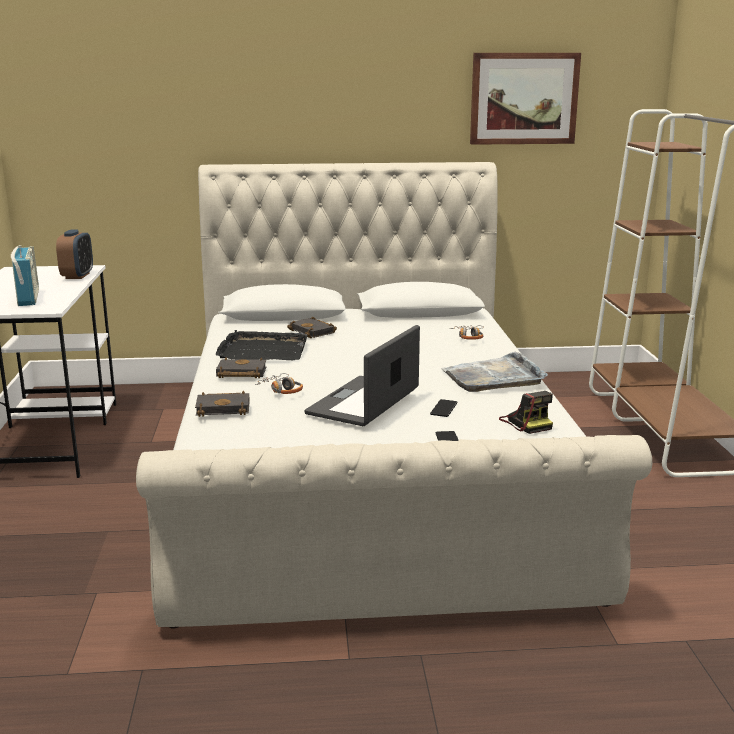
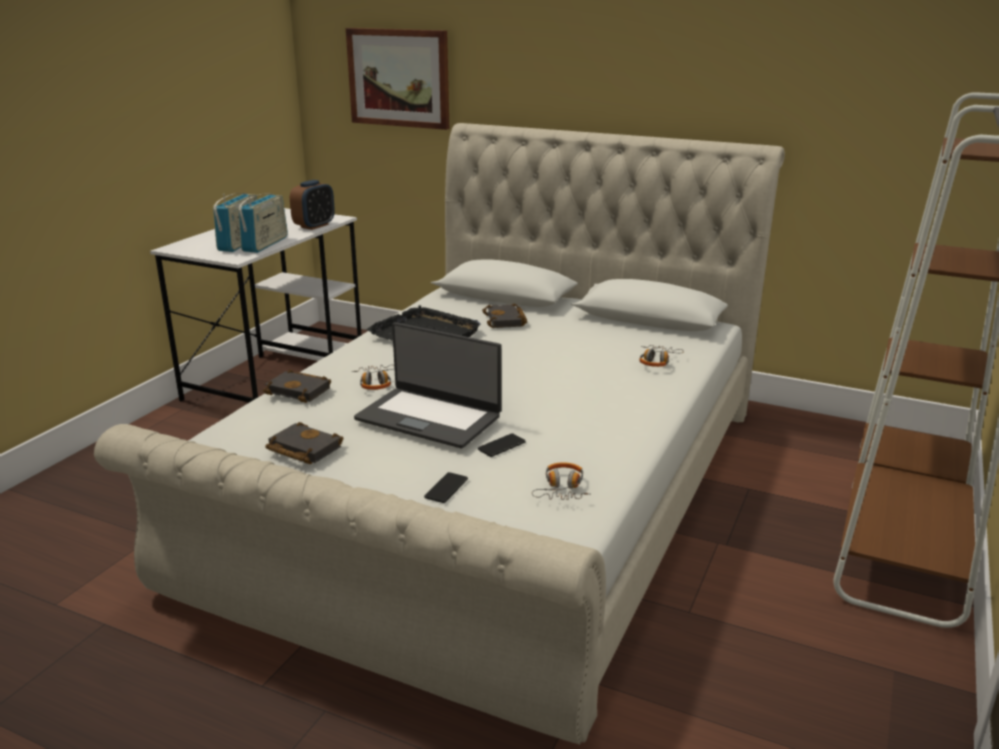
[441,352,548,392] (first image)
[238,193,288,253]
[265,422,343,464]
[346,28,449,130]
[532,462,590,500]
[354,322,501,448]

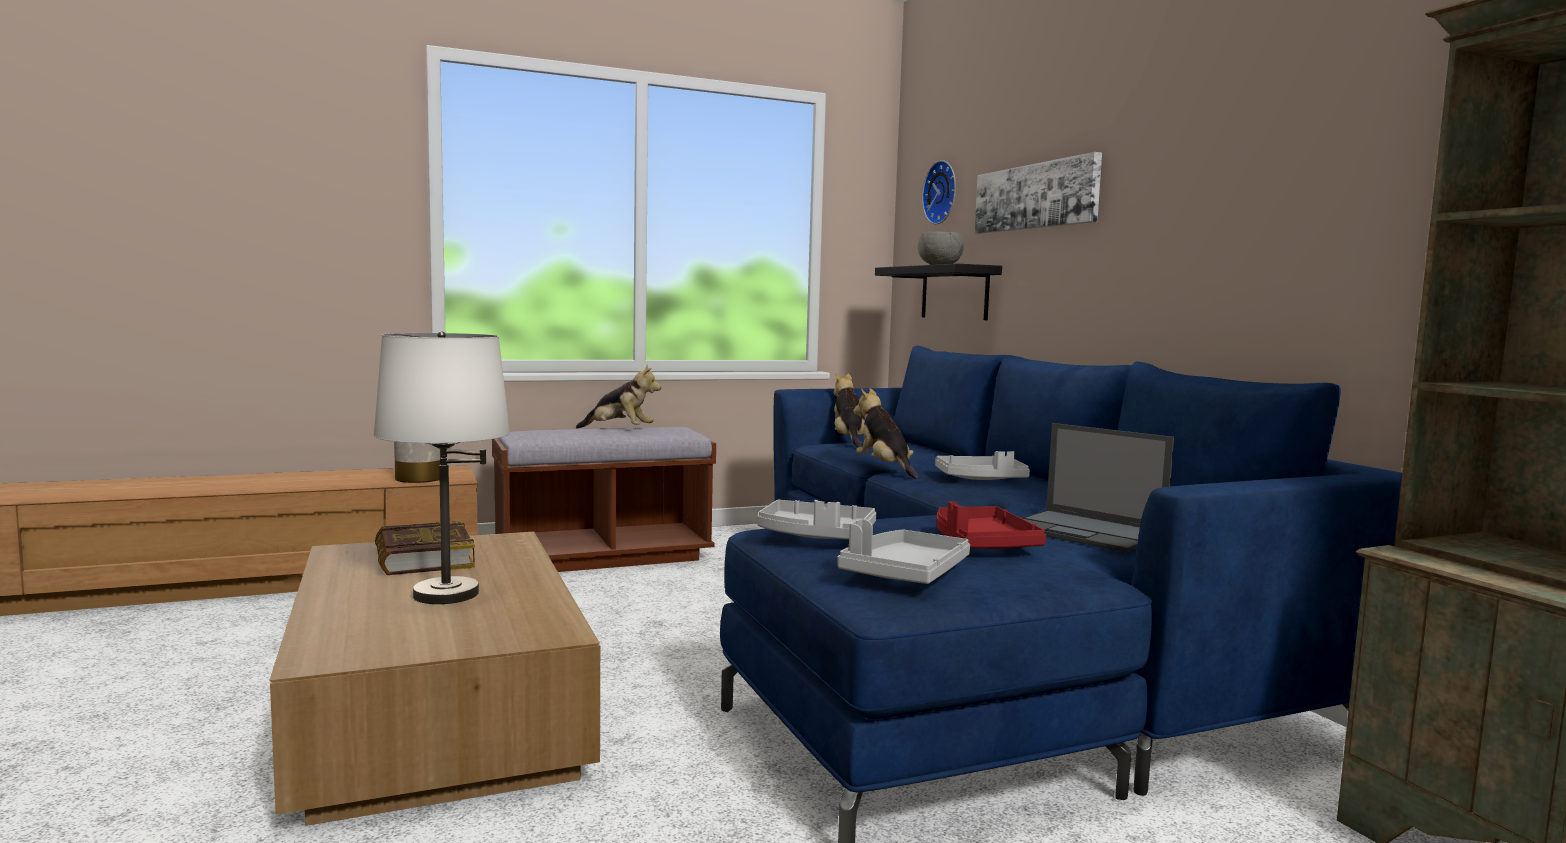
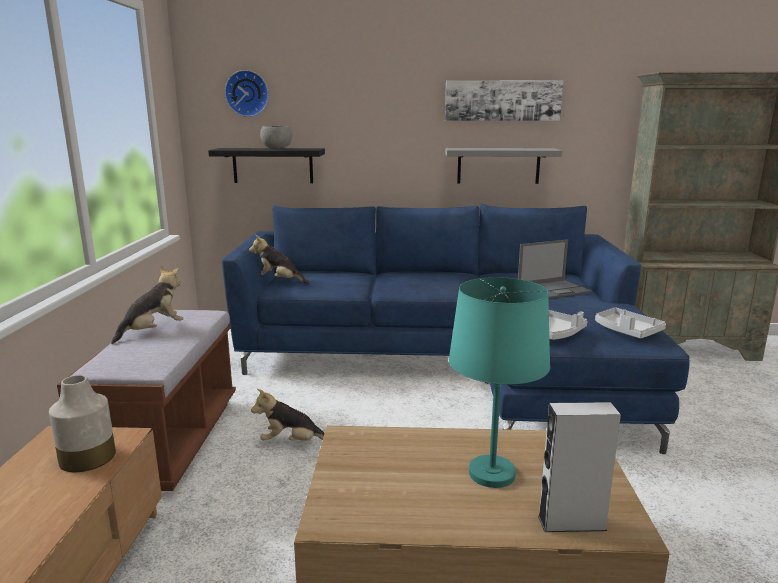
[375,520,475,575] (first image)
[935,451,1030,480] (first image)
[936,501,1046,549] (first image)
[445,148,562,184]
[538,402,621,532]
[251,389,324,441]
[445,80,563,121]
[449,277,550,488]

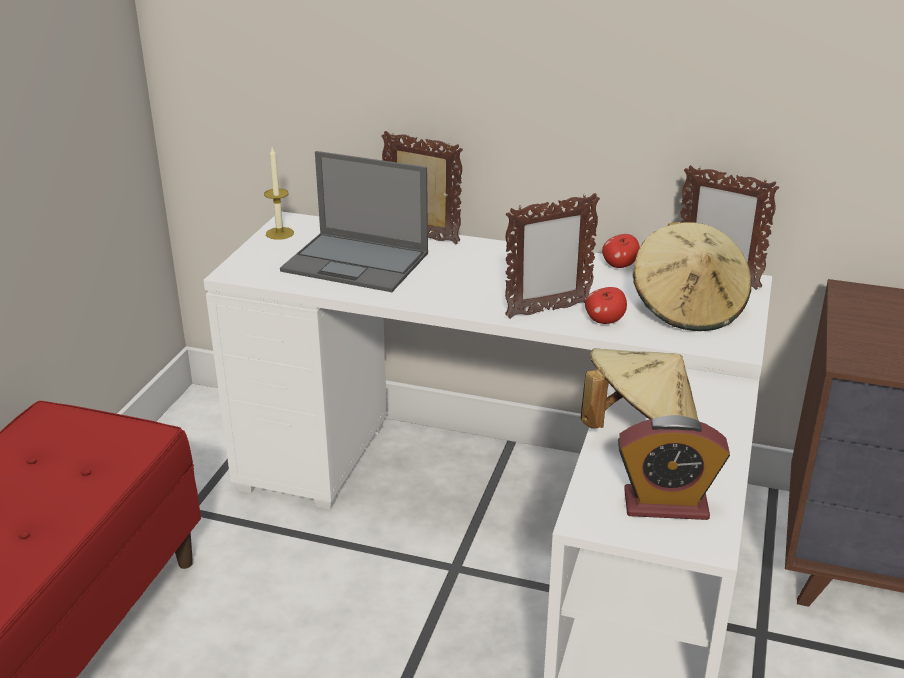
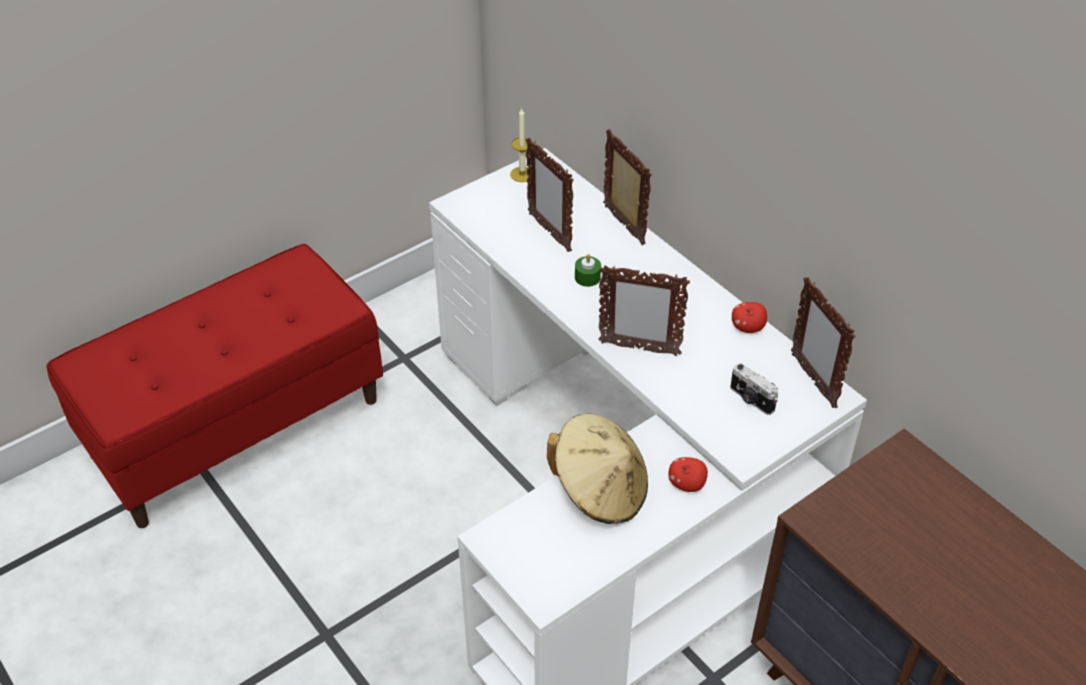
[618,415,730,520] (first image)
[575,254,601,287]
[668,457,708,492]
[526,138,574,252]
[730,363,778,415]

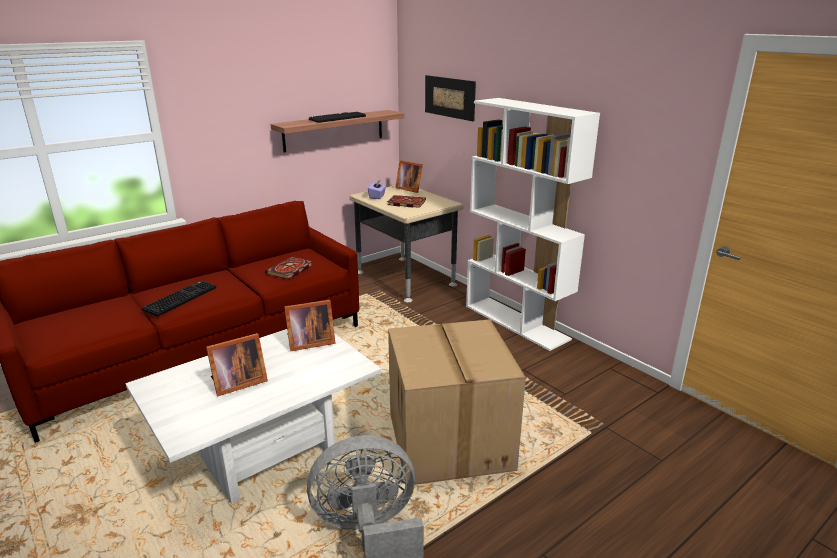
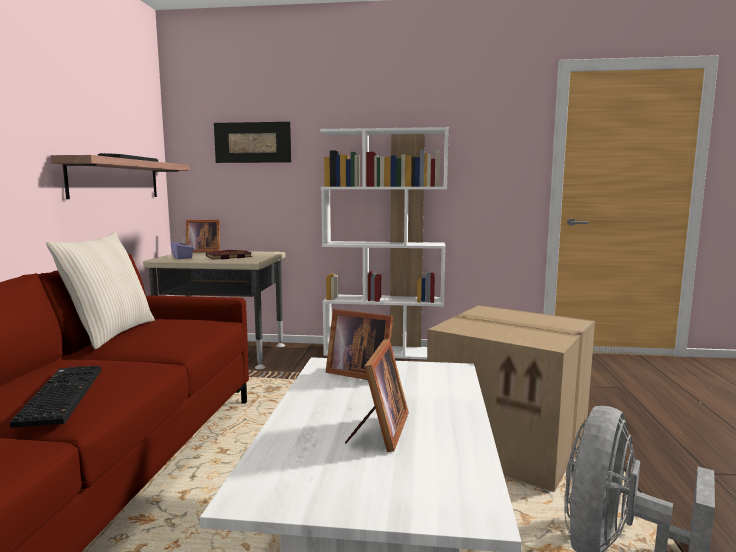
[265,257,313,279] (first image)
[46,232,155,349]
[326,309,393,380]

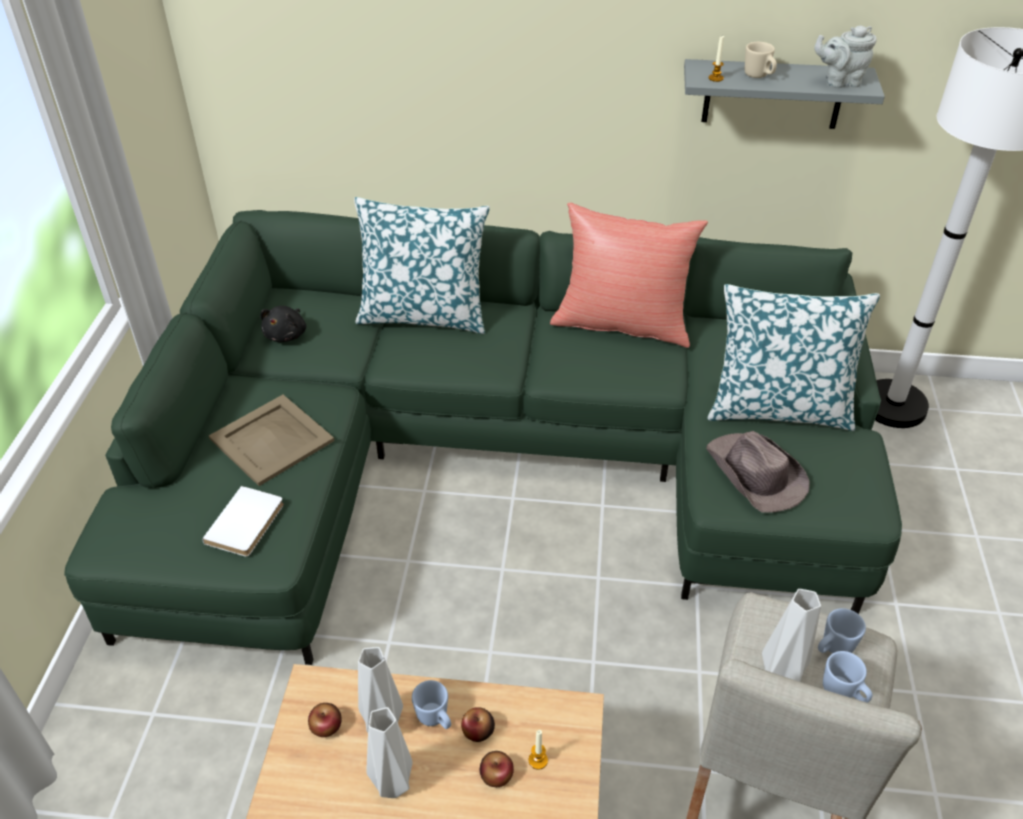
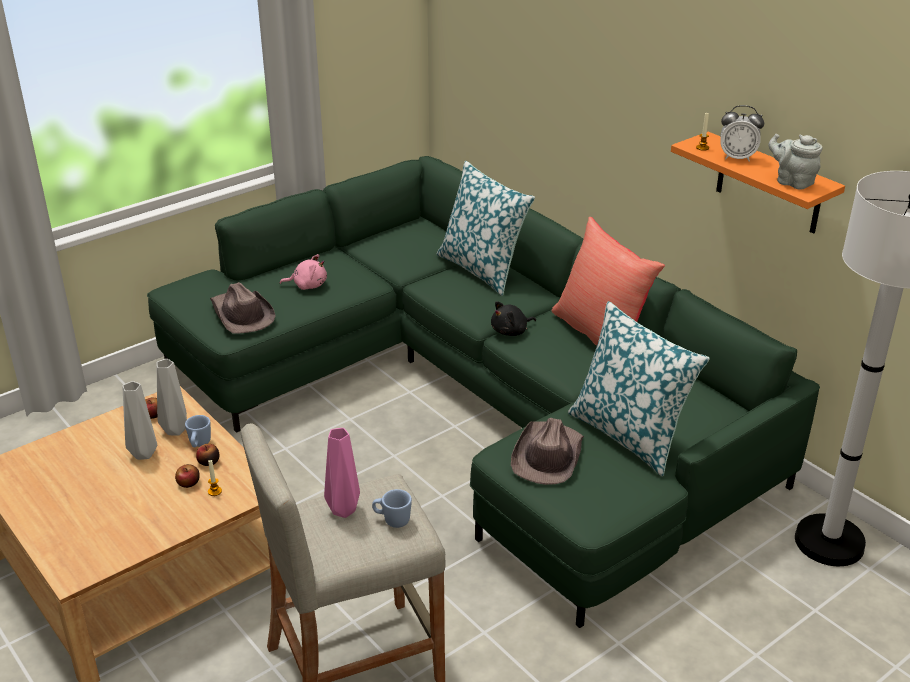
[823,651,873,703] (first image)
[491,301,536,336]
[210,282,276,333]
[280,254,327,290]
[720,105,764,162]
[671,132,845,234]
[324,428,360,518]

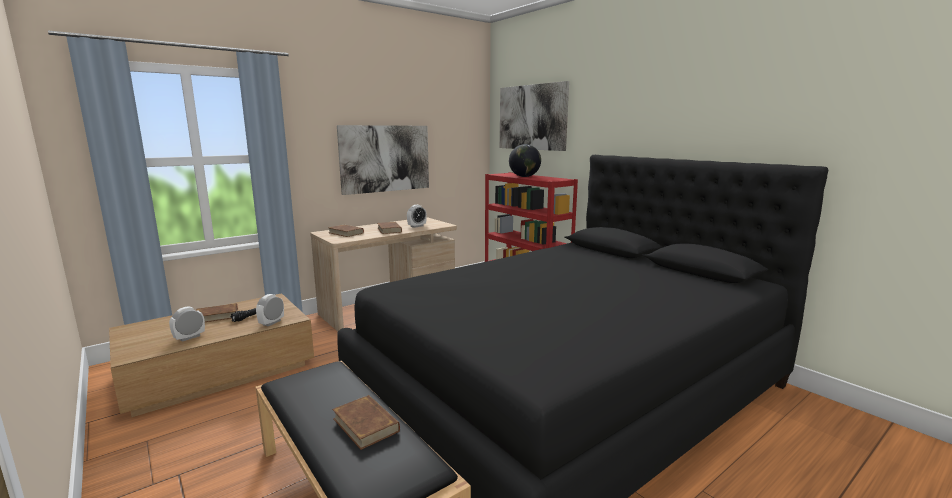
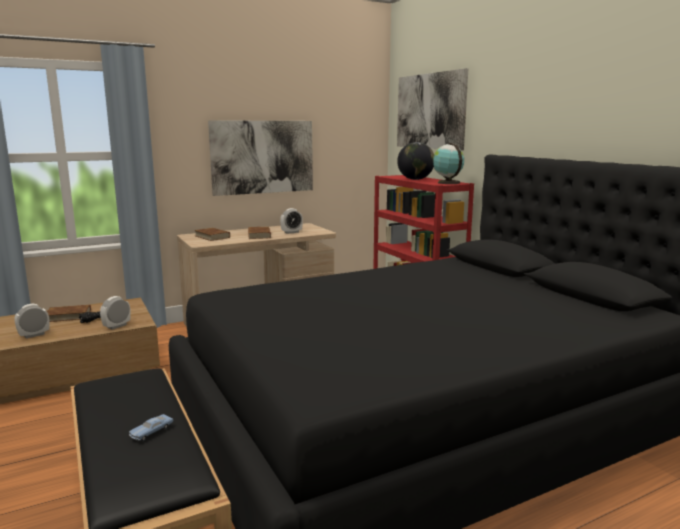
[433,143,464,184]
[129,414,174,441]

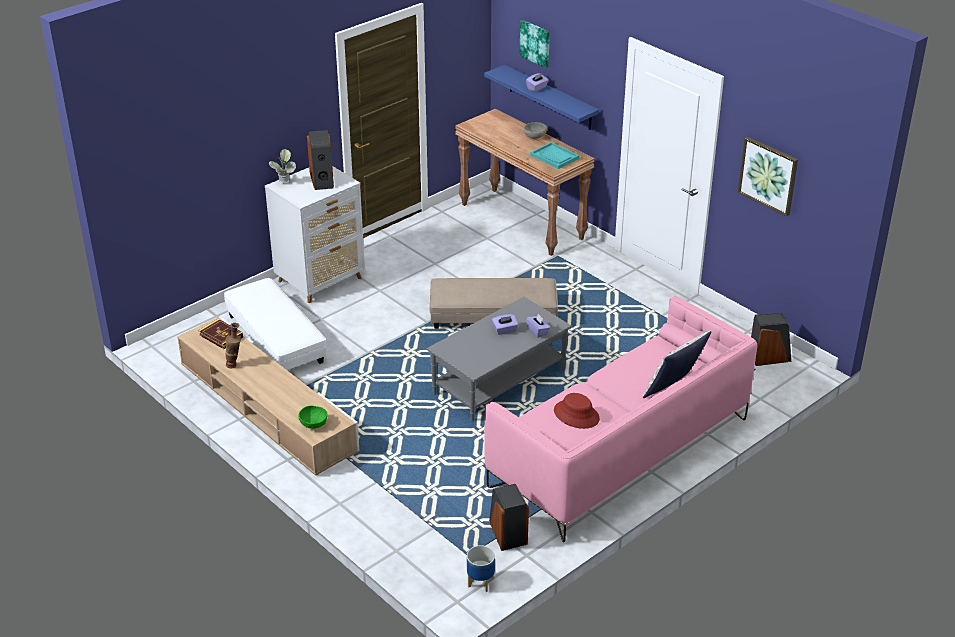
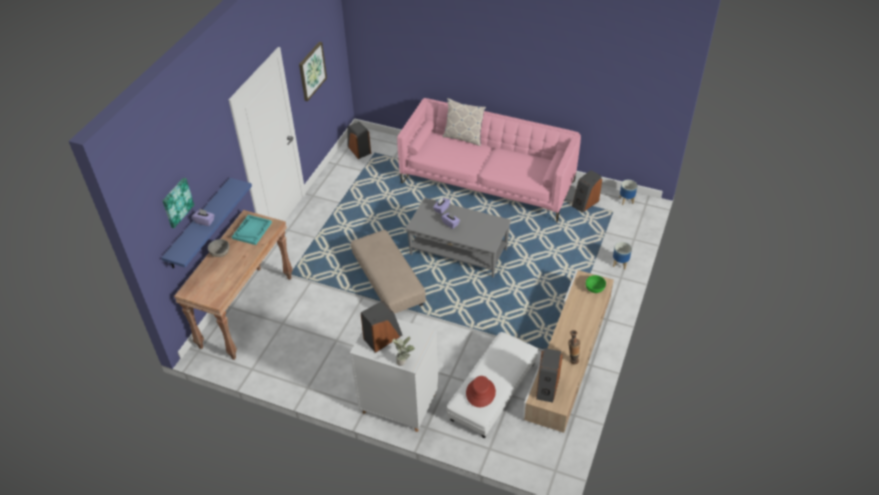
[613,242,632,269]
[466,376,496,407]
[536,348,563,402]

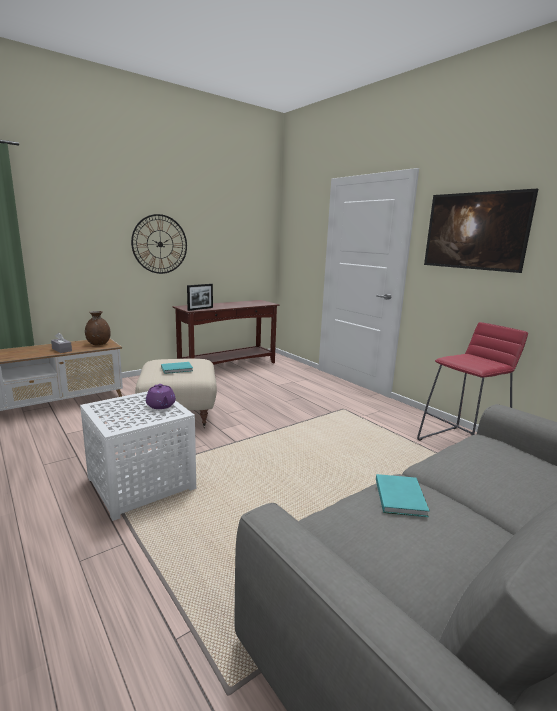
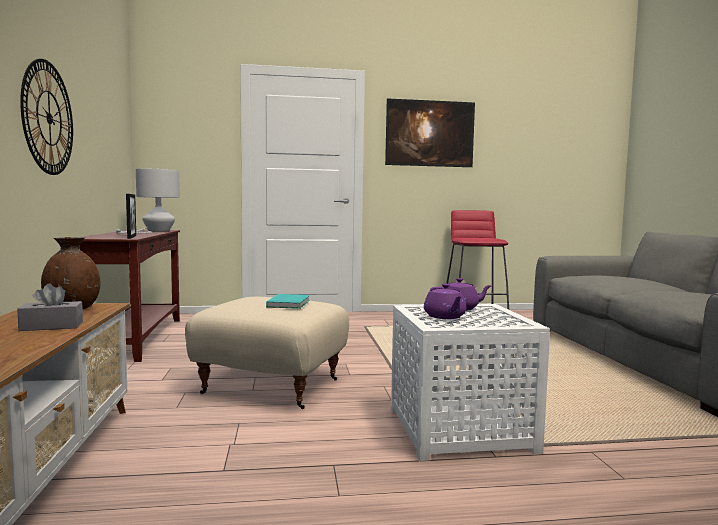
[376,474,430,517] (first image)
[116,169,180,233]
[424,284,467,319]

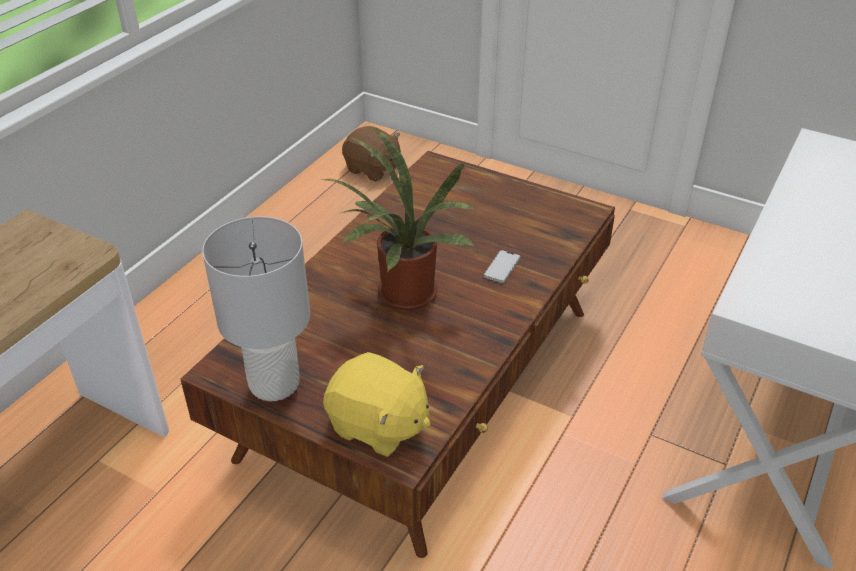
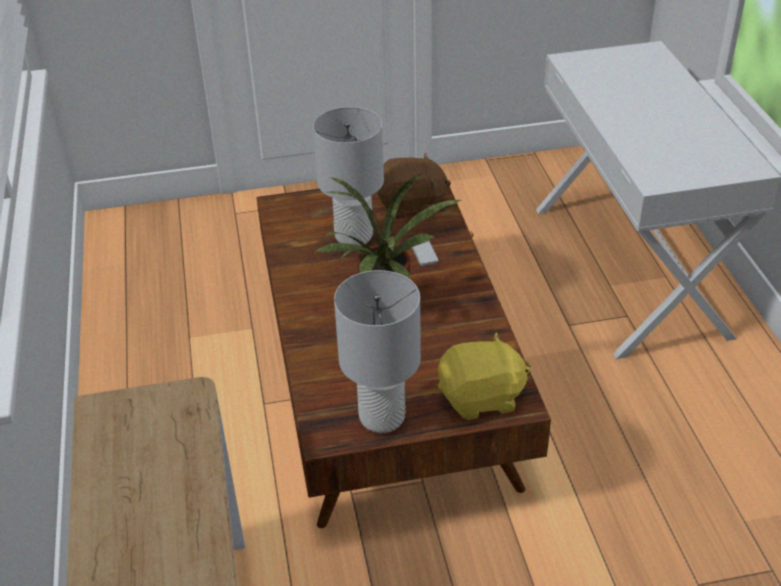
[313,107,384,246]
[376,153,451,219]

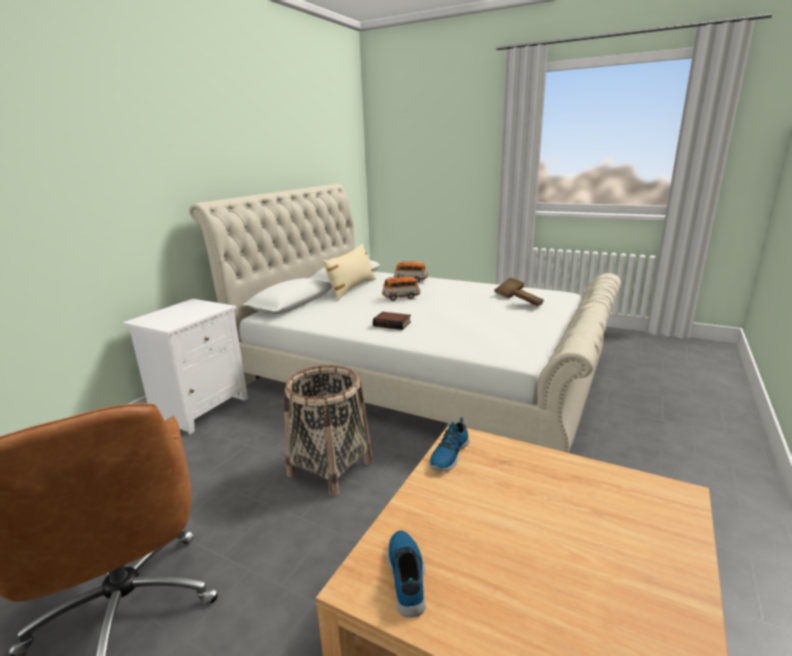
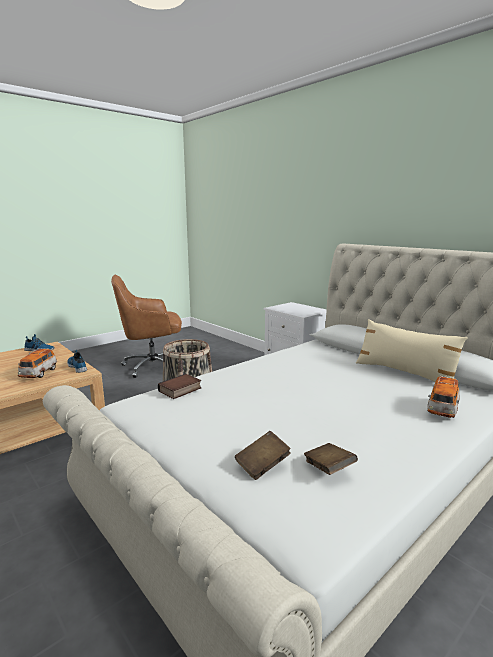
[158,374,202,399]
[18,348,57,378]

